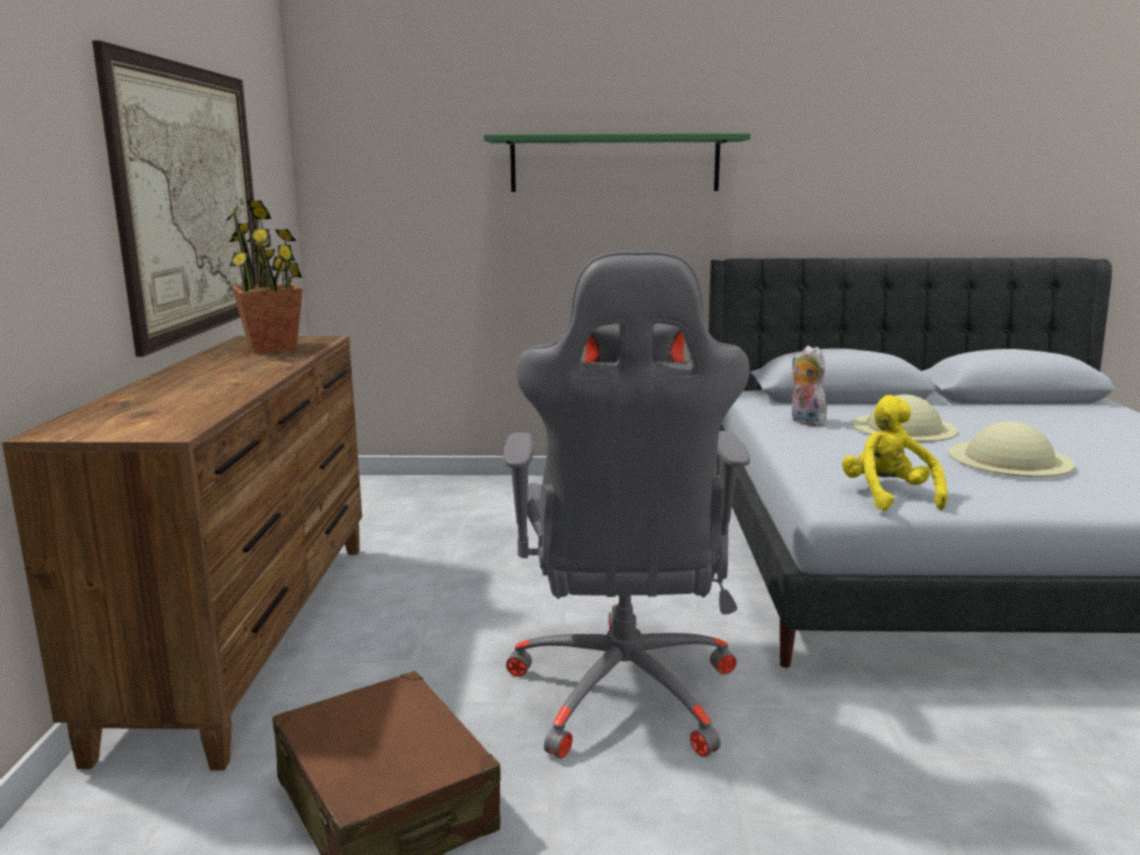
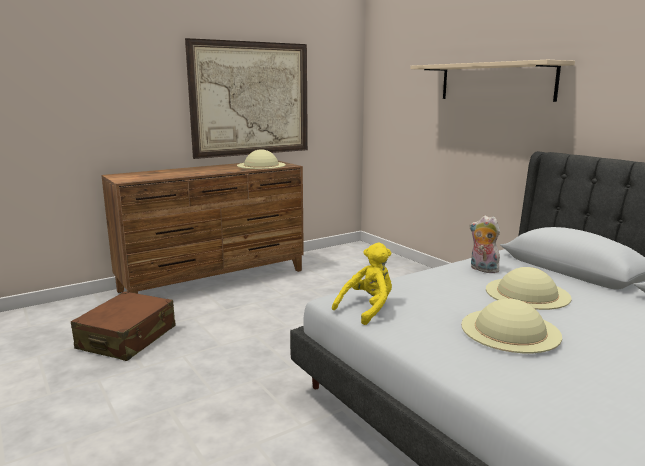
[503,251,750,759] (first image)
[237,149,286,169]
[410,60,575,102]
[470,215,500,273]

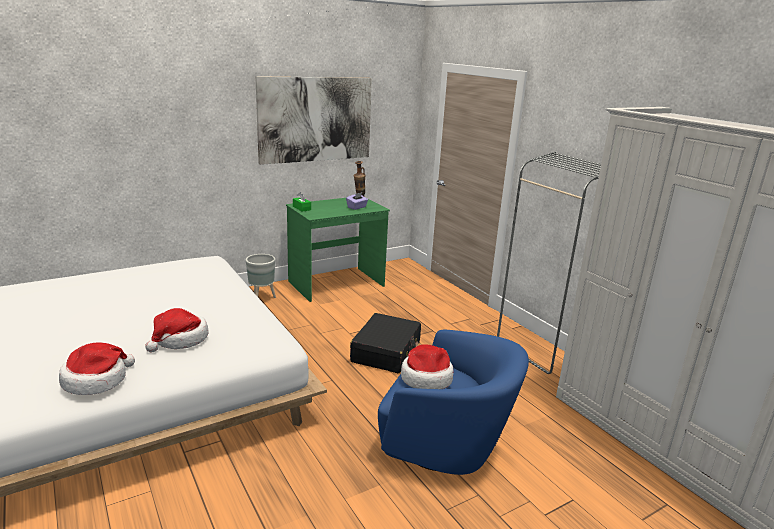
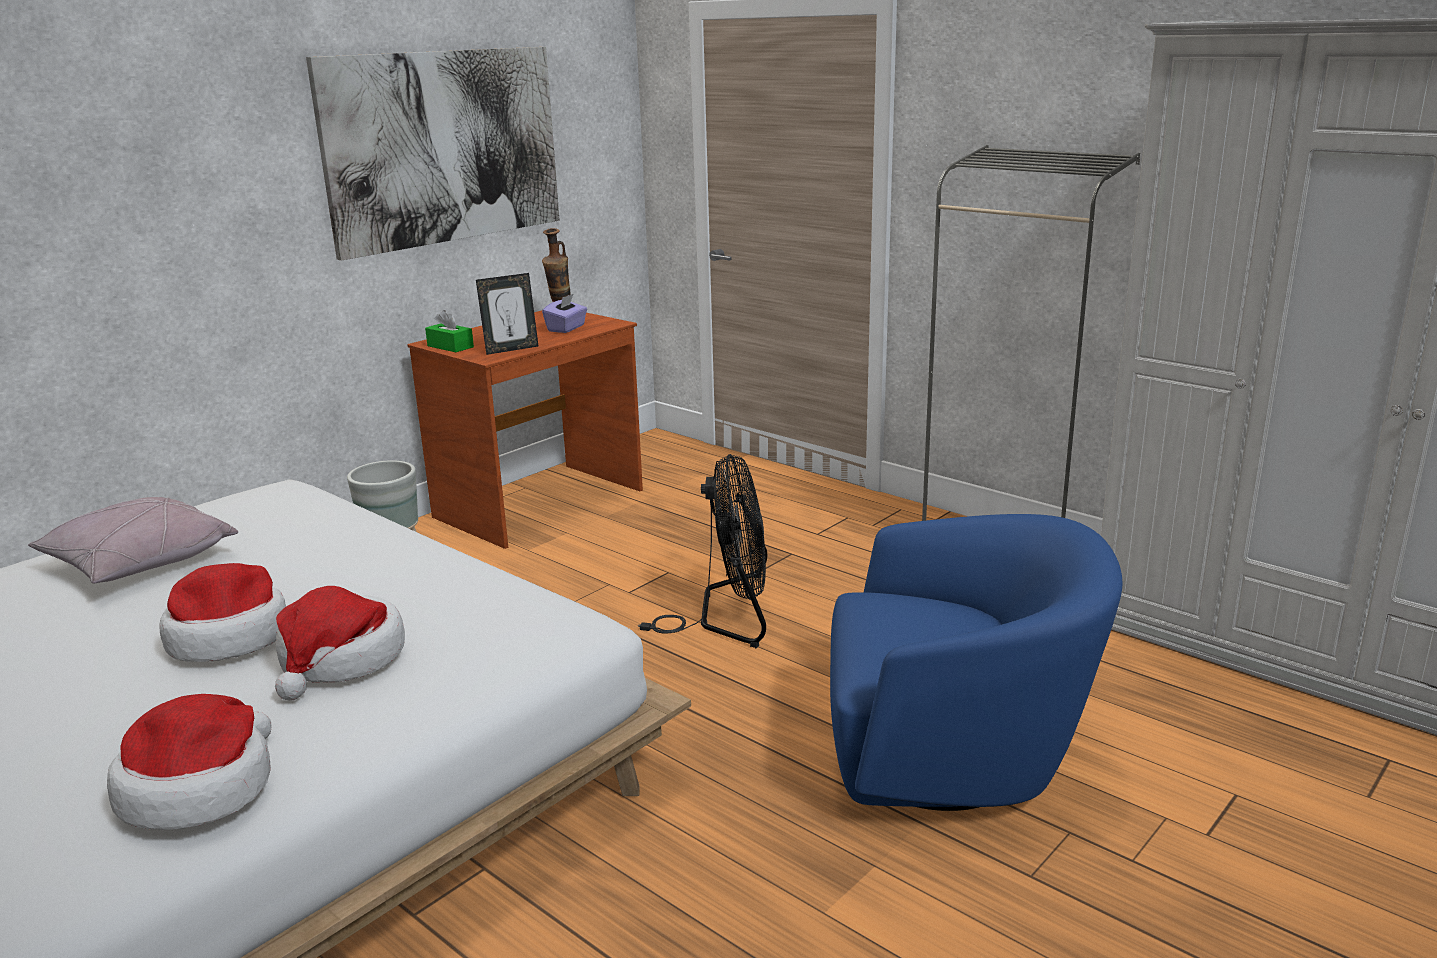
[28,497,238,583]
[476,273,539,355]
[160,563,286,662]
[637,454,767,648]
[408,310,643,549]

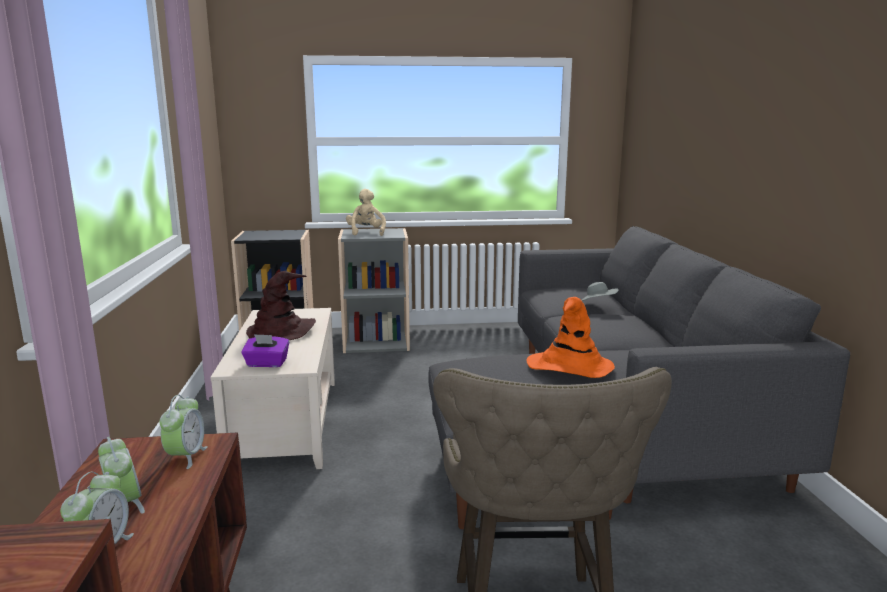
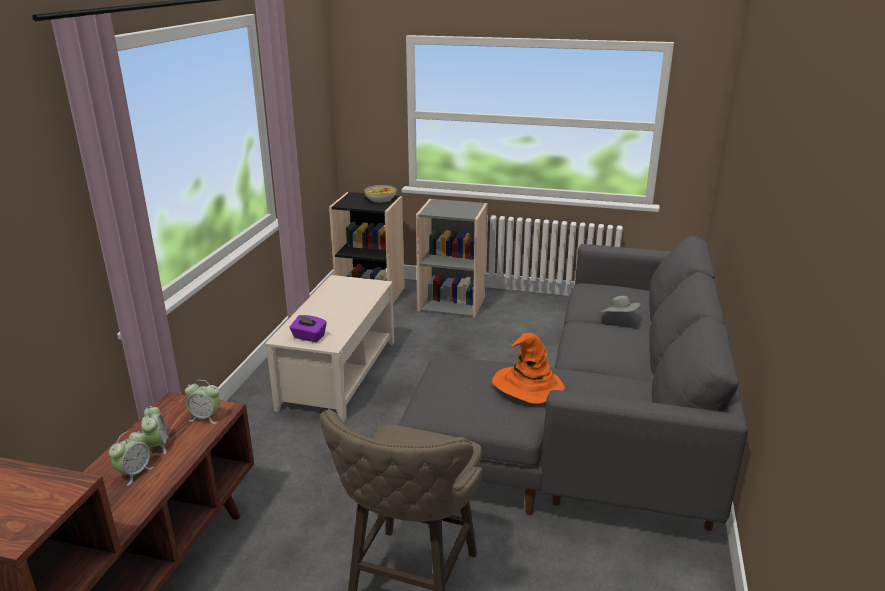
[246,271,316,340] (first image)
[346,189,386,236] (first image)
[364,185,396,203]
[185,380,220,424]

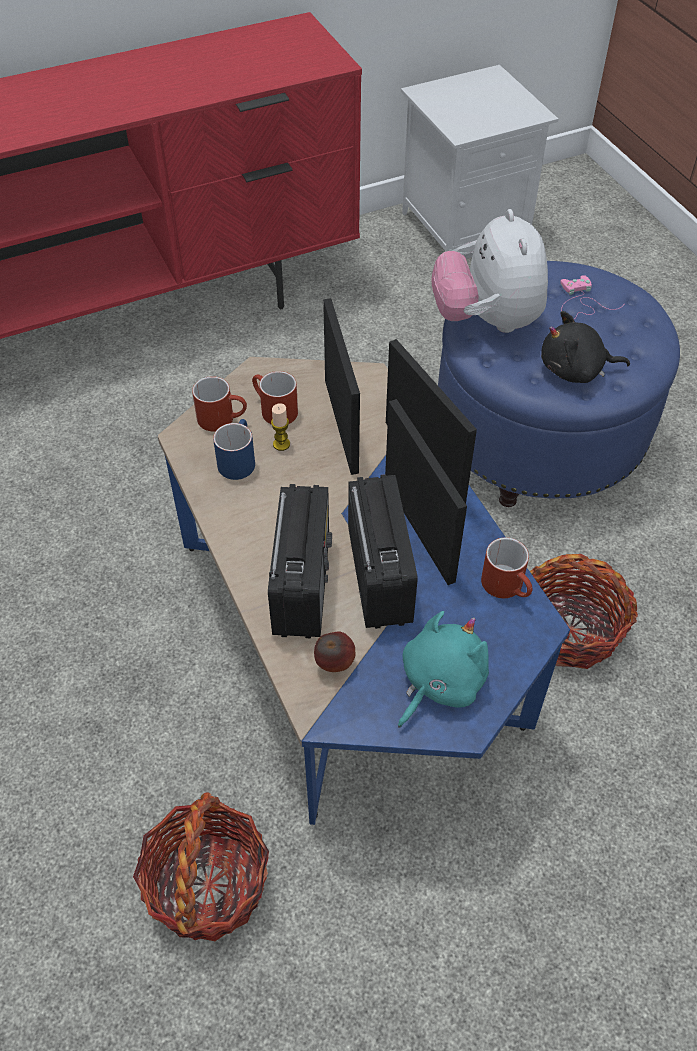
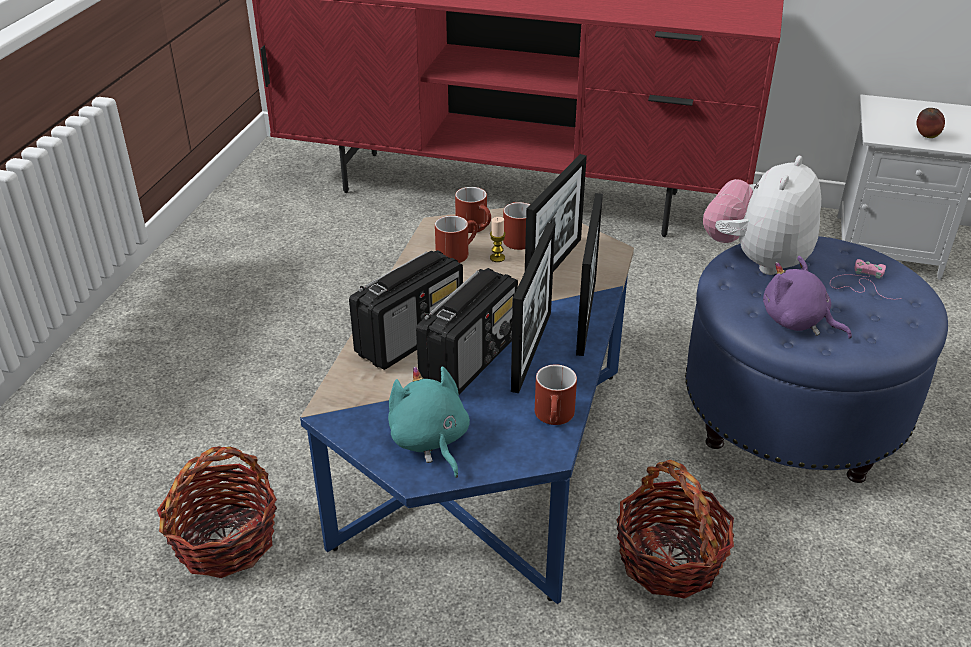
[916,108,945,138]
[435,216,478,263]
[763,256,852,339]
[388,366,470,478]

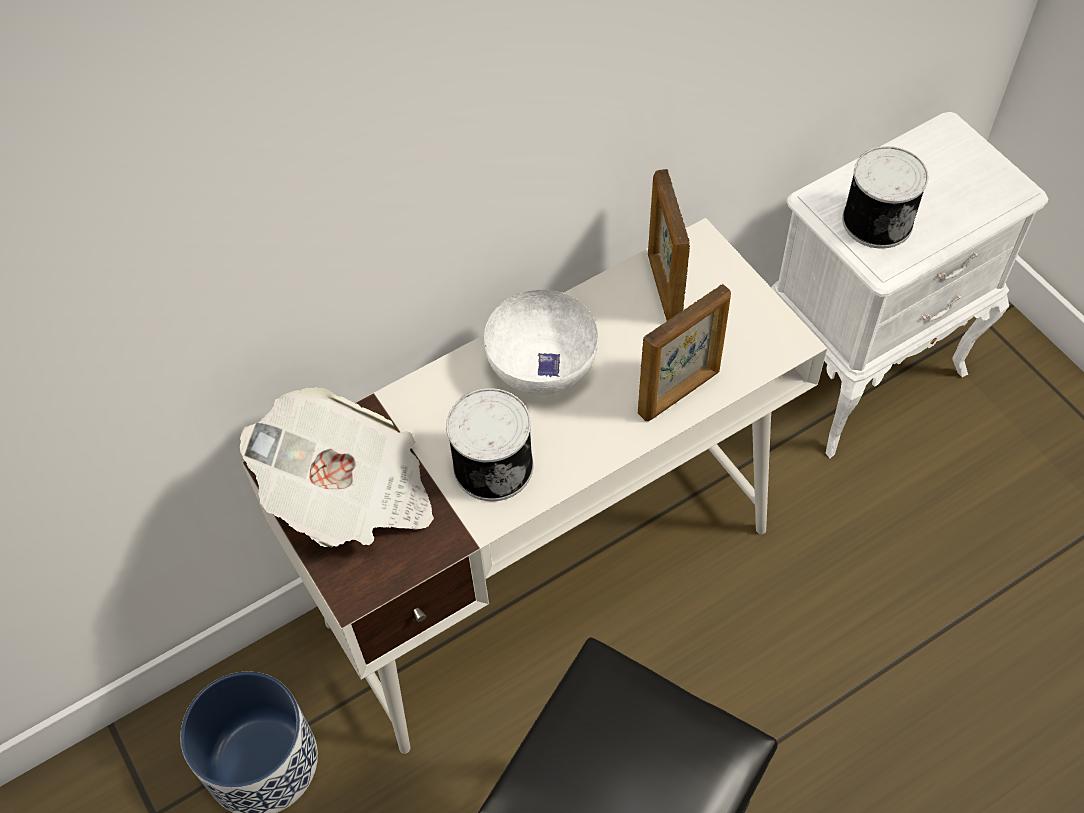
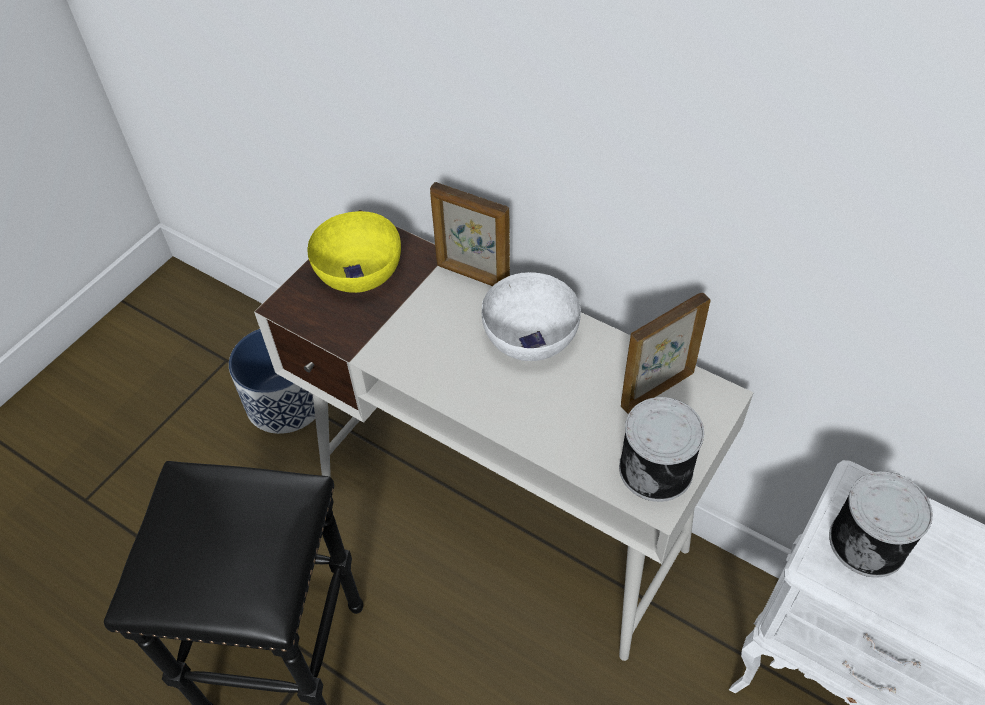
[619,397,704,502]
[430,182,510,286]
[307,211,401,293]

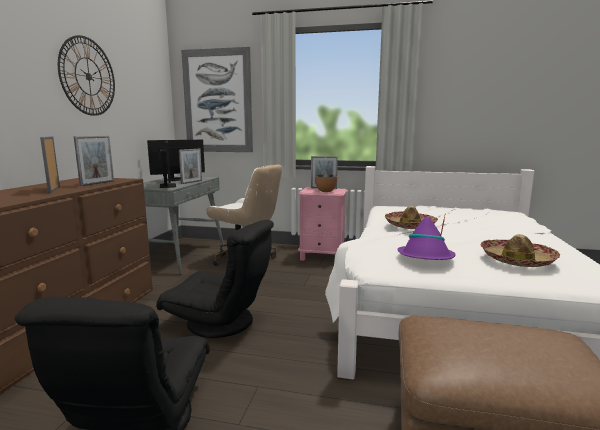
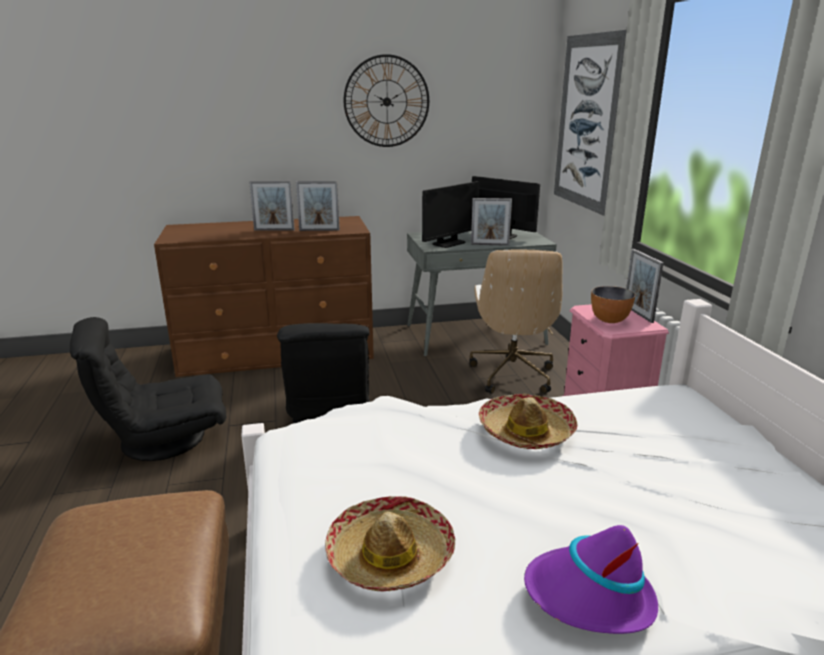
[524,525,658,634]
[249,181,295,231]

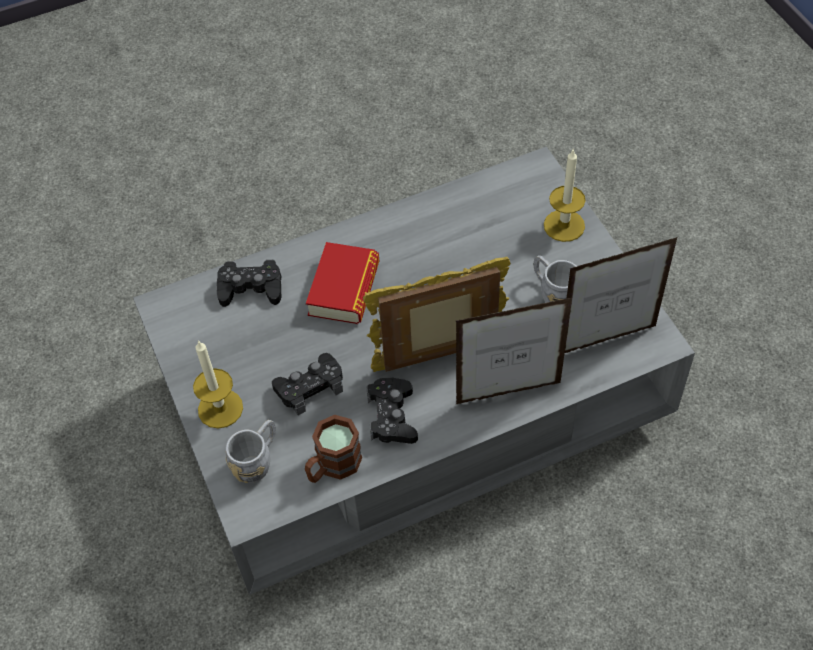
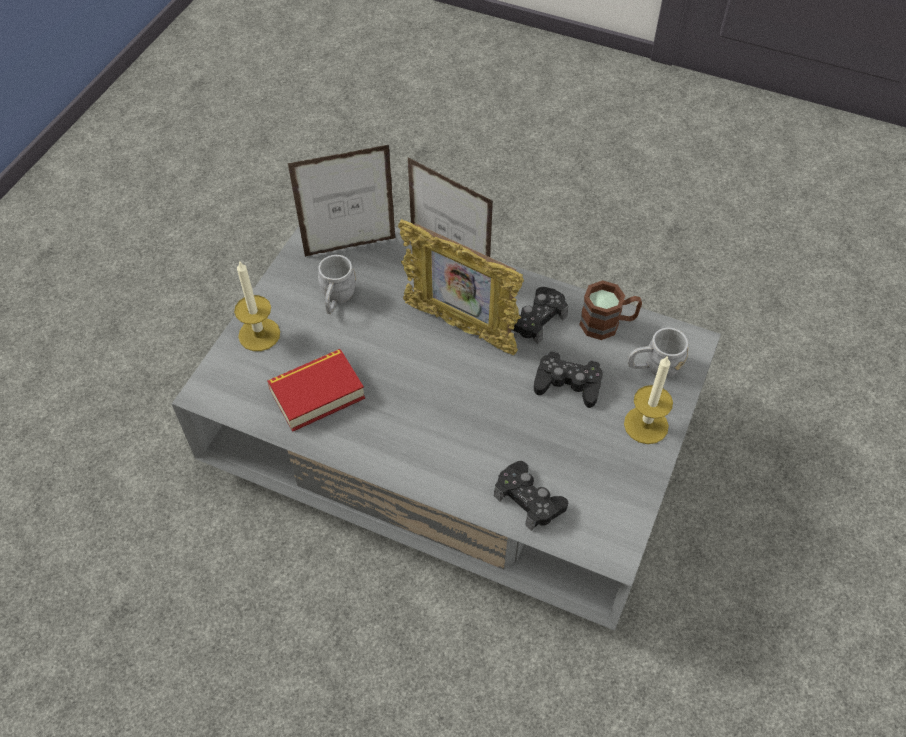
[267,349,365,432]
[288,145,396,257]

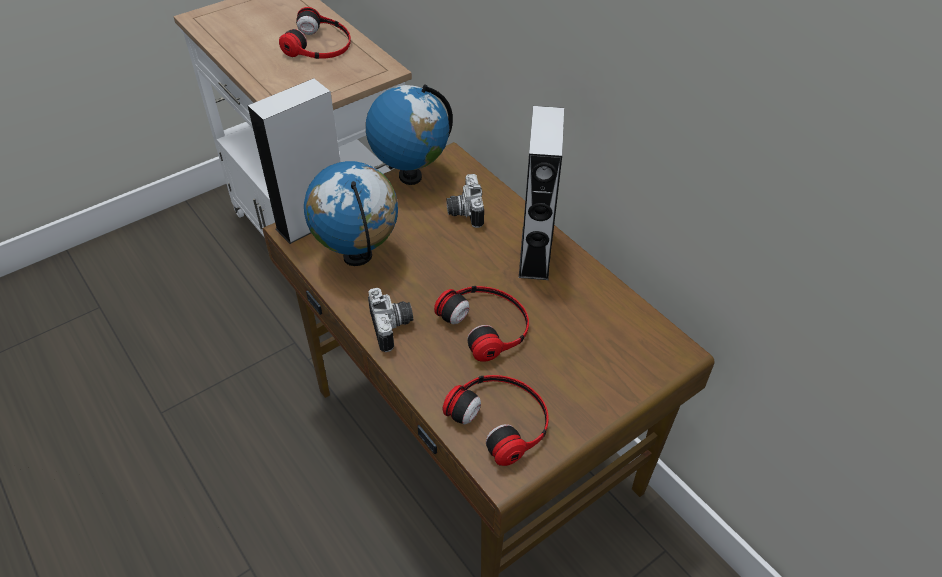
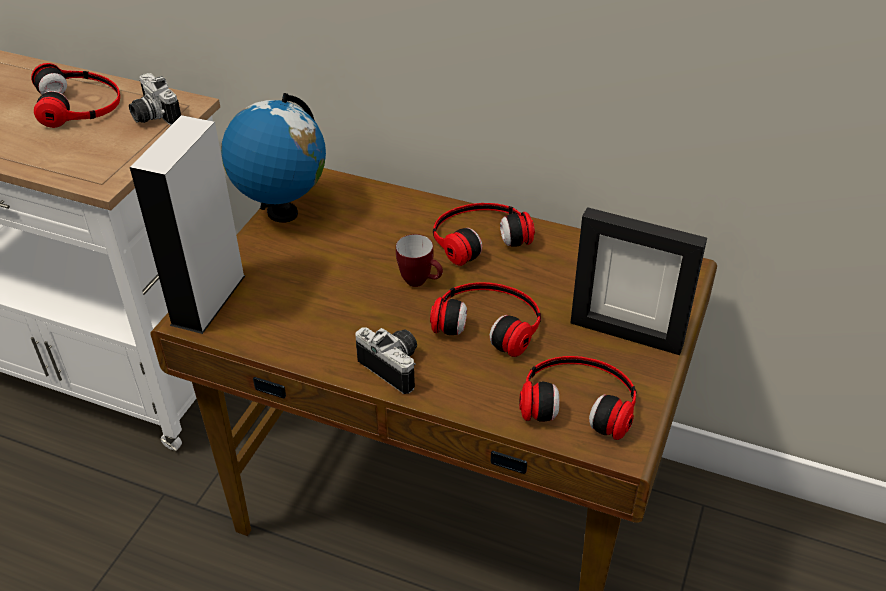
[304,161,398,266] (first image)
[396,234,443,287]
[570,207,707,355]
[129,73,181,126]
[433,203,535,266]

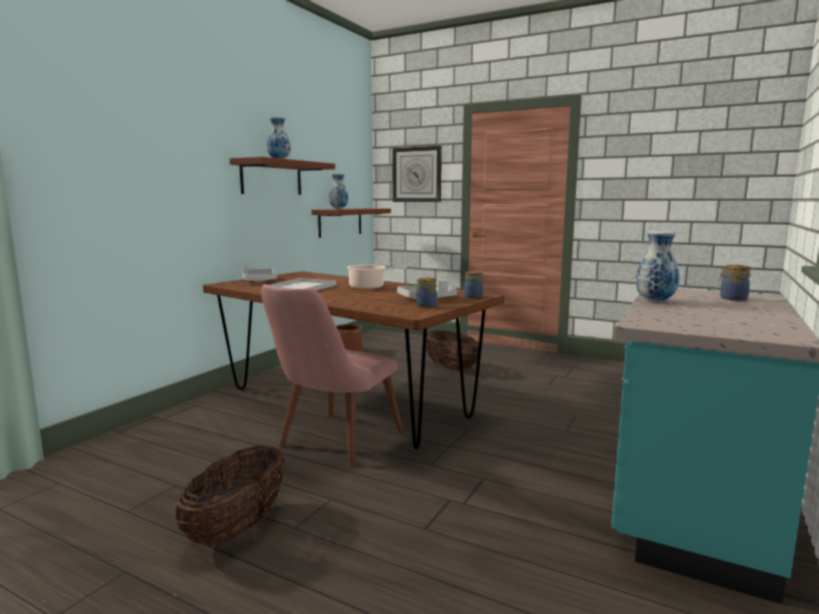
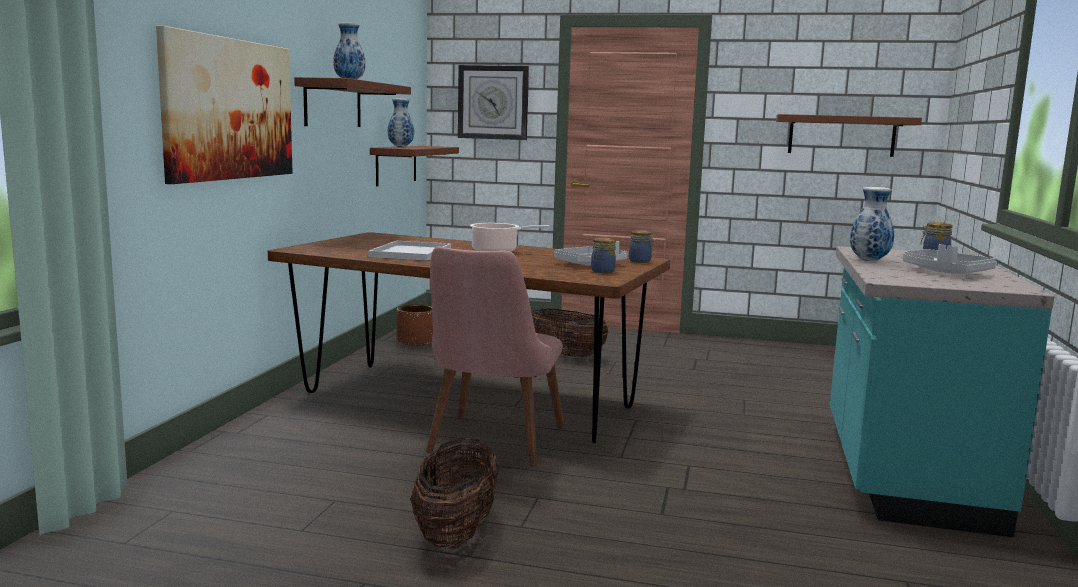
[156,26,293,184]
[776,114,922,157]
[903,244,997,274]

